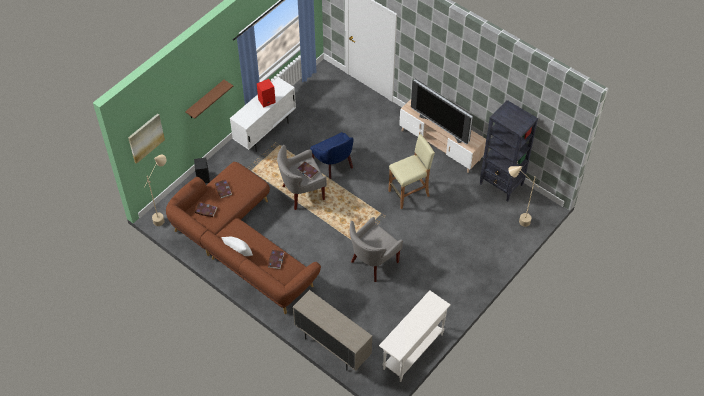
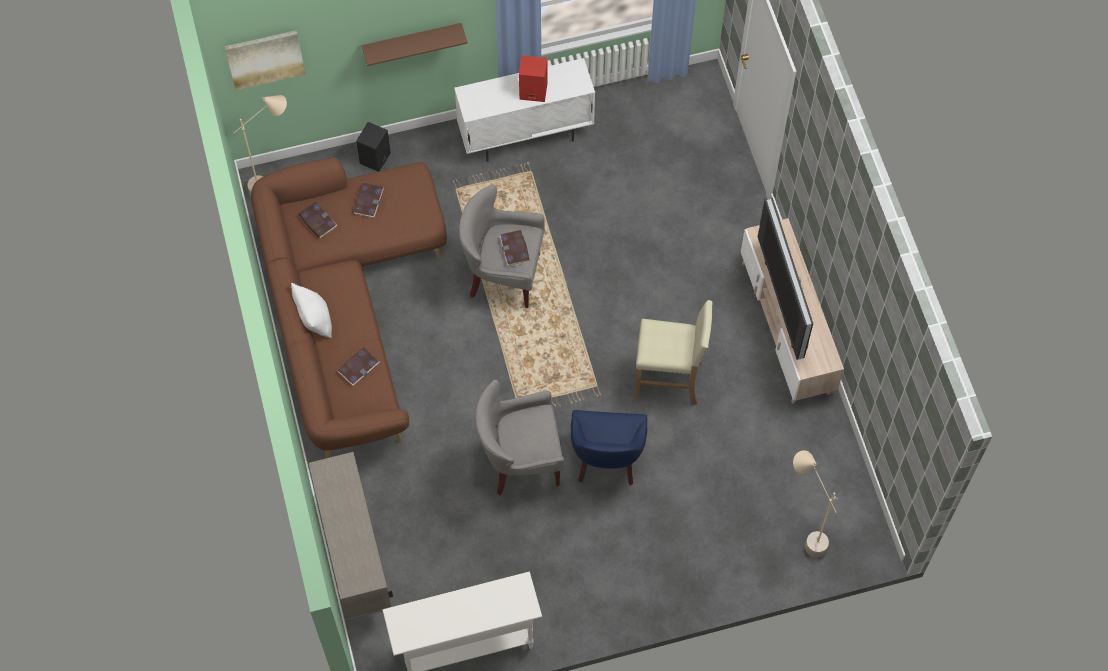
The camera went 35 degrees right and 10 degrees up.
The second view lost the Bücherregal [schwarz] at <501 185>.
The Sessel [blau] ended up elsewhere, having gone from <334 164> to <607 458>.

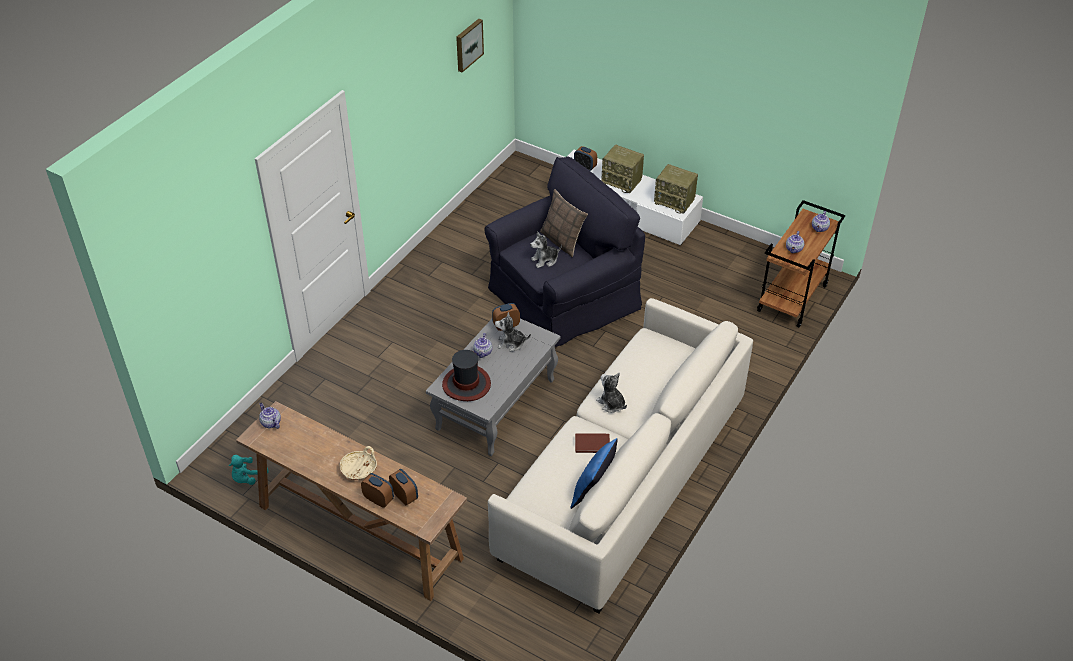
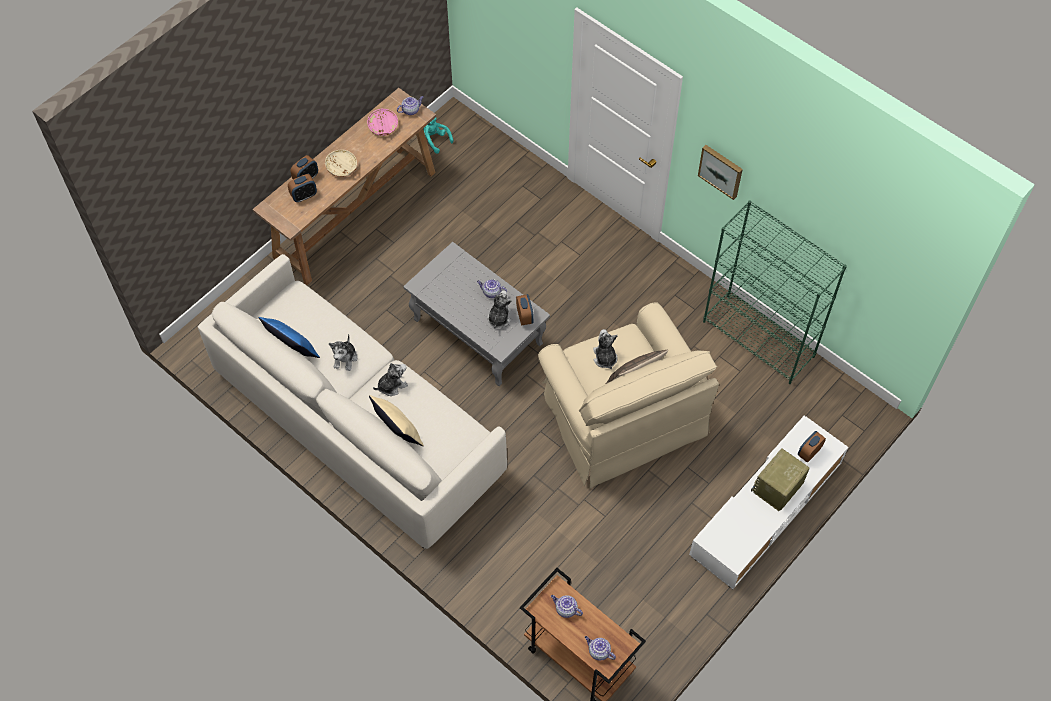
The camera went 100 degrees right and 15 degrees up.
The second view lost the Hut at <466 384>.
The second view lost the Radio at <675 201>.
The second view gained the Schüssel [rosa] at <383 126>.
The second view gained the Kissen [beige] at <397 432>.
The second view gained the Bücherregal [grün] at <759 339>.
The Bild ended up elsewhere, having gone from <468 44> to <721 170>.
Where the Buch [braun] stood at <591 443>, the Plüschtier came to stand at <345 358>.
What was the Sessel [schwarz] at <561 297> turned into the Sessel [beige] at <620 414>.

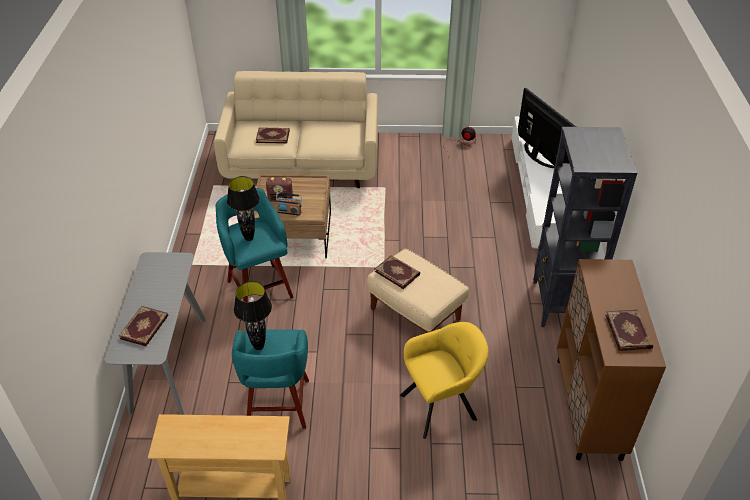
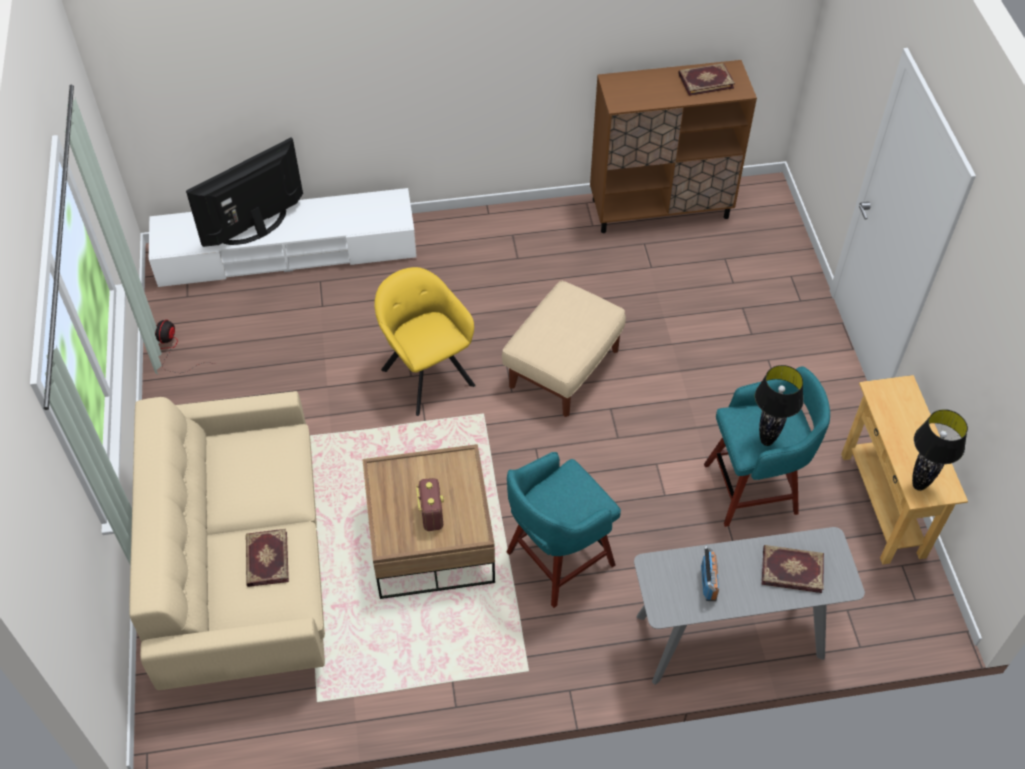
The camera went 100 degrees left and 10 degrees up.
The second view lost the Buch at <397 272>.
The second view lost the Bücherregal [schwarz] at <561 304>.
The Tischlampe [schwarz] ended up elsewhere, having gone from <249 238> to <918 485>.
The Radio ended up elsewhere, having gone from <289 212> to <708 582>.
The Sessel [gelb] ended up elsewhere, having gone from <442 405> to <426 373>.

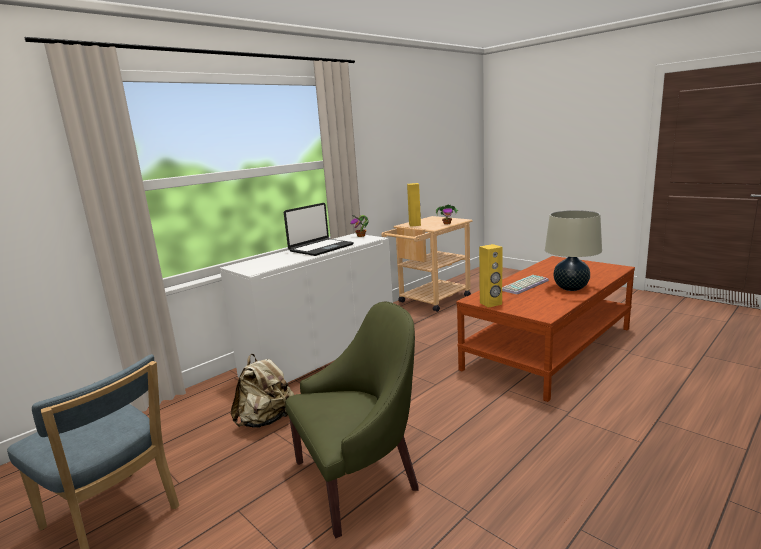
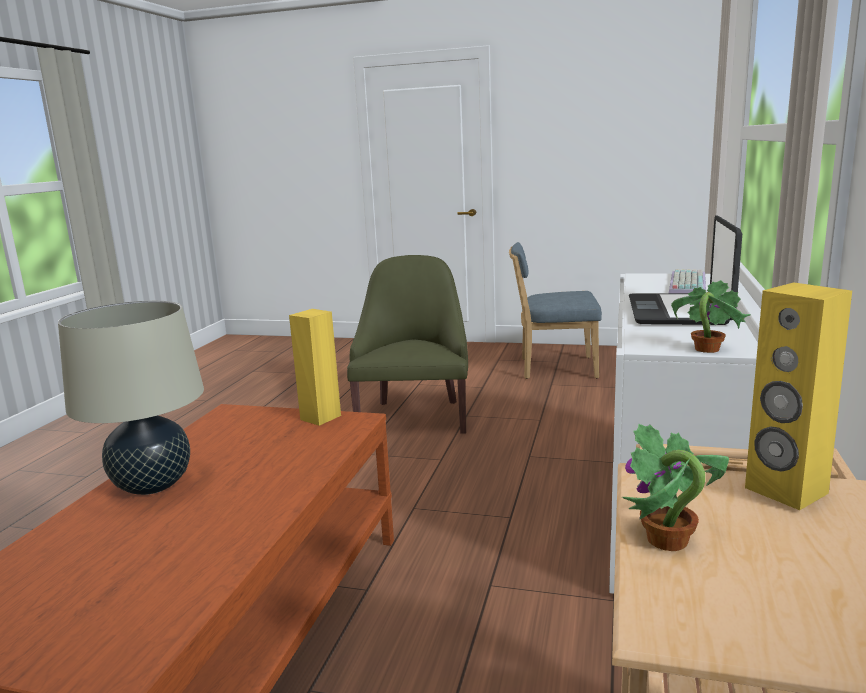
The camera went 150 degrees right and 0 degrees up.
The second view lost the Rucksack [beige] at <266 420>.
The Tastatur ended up elsewhere, having gone from <525 286> to <685 283>.
The Sessel [grün] at <359 478> ended up facing another way, 150 degrees clockwise from before.

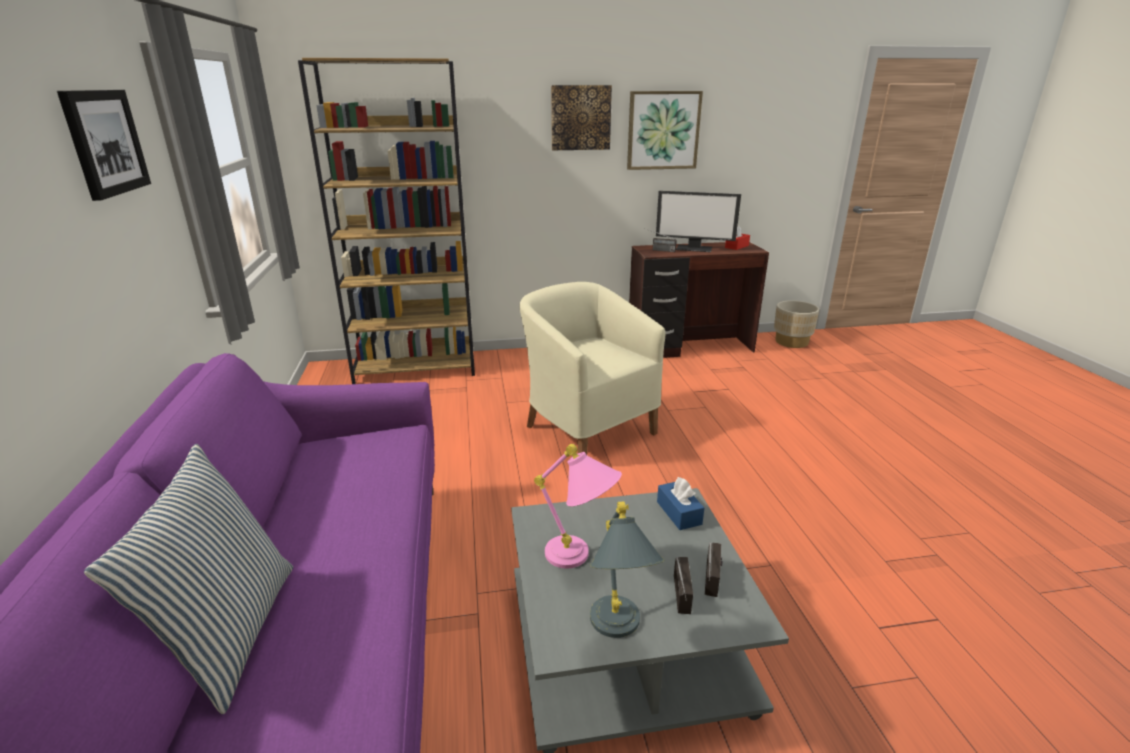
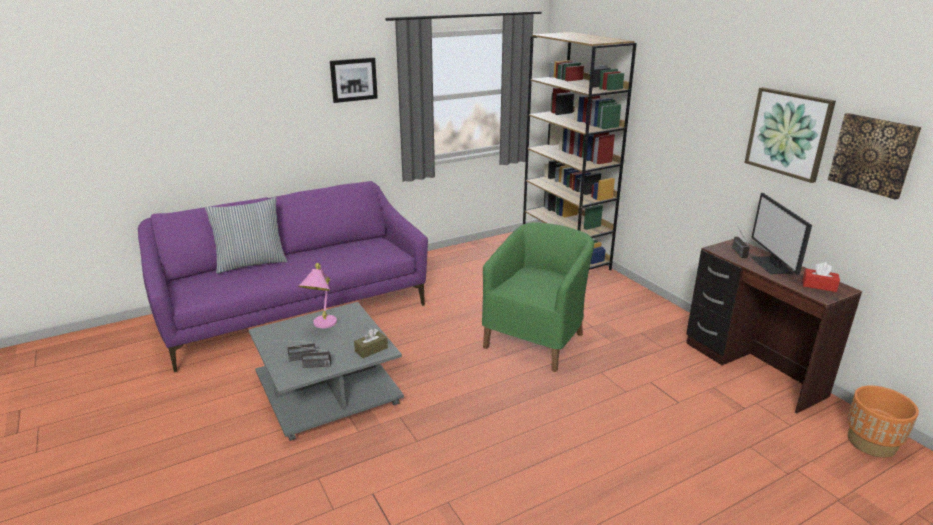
The camera went 70 degrees right and 0 degrees up.
The second view lost the Tischlampe [grau] at <618 633>.
The Bild ended up elsewhere, having gone from <580 118> to <873 154>.
What was the Sessel [beige] at <587 429> turned into the Sessel [grün] at <537 340>.
What was the Taschentuchbox [blau] at <679 513> turned into the Taschentuchbox [braun] at <371 349>.
What was the Pflanzkübel [beige] at <791 342> turned into the Pflanzkübel [orange] at <871 442>.

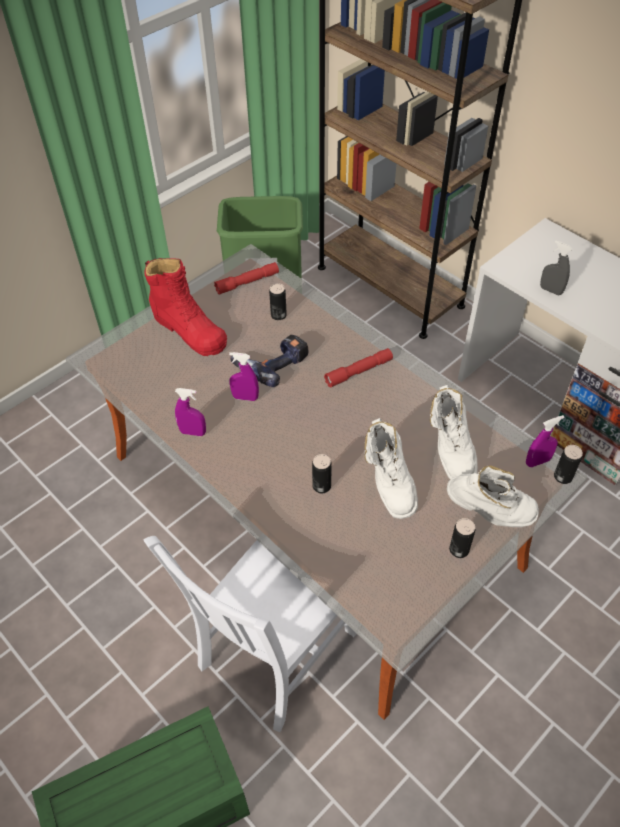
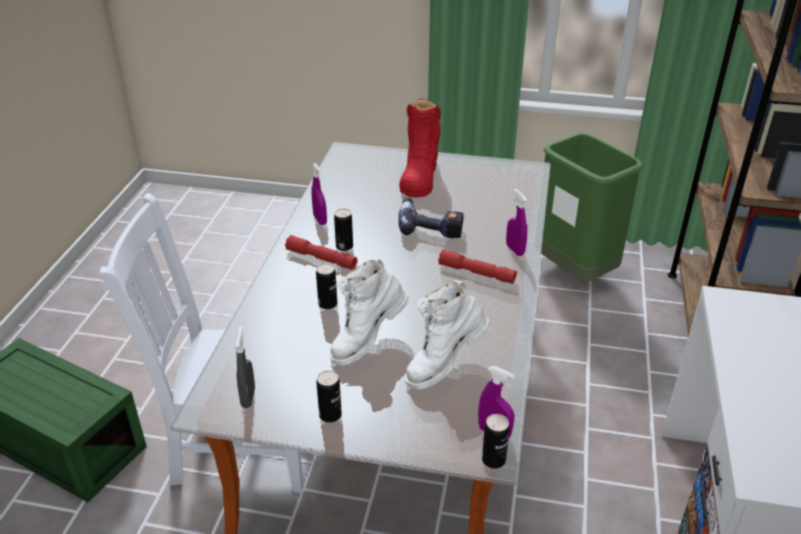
The camera went 55 degrees right and 15 degrees down.
The second view lost the Stiefel [weiß] at <489 514>.
The Taschenlampe [rot] ended up elsewhere, having gone from <247 282> to <321 259>.
The Sprühflasche [lila] ended up elsewhere, having gone from <245 397> to <515 250>.
The Dose ended up elsewhere, having gone from <278 315> to <344 246>.
The Sprühflasche [grau] ended up elsewhere, having gone from <550 290> to <248 397>.

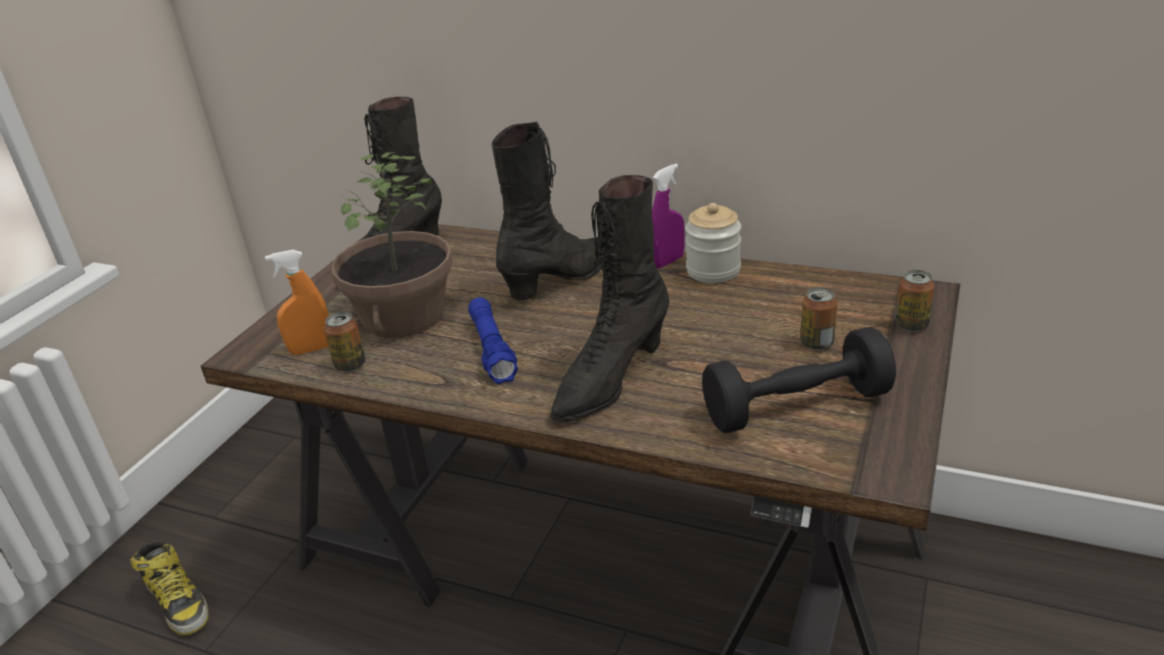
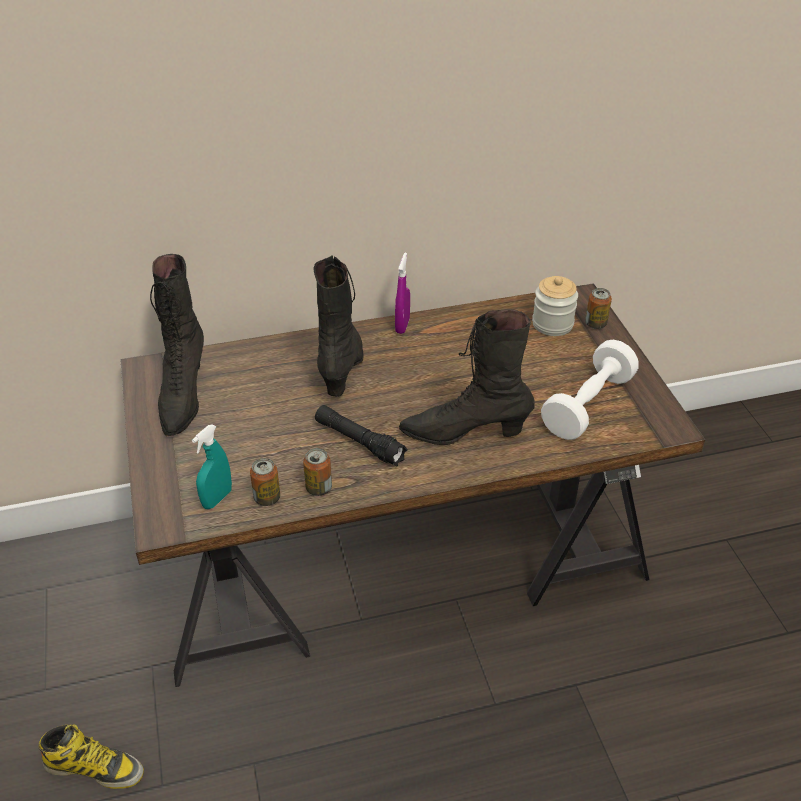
The camera went 40 degrees left and 10 degrees up.
The second view lost the Topfpflanze at <402 315>.
The Vorratsglas ended up elsewhere, having gone from <713 270> to <552 324>.
The Dose ended up elsewhere, having gone from <817 343> to <319 488>.
What was the Sprühflasche [orange] at <312 349> turned into the Sprühflasche [türkis] at <217 499>.
What was the Taschenlampe [blau] at <492 349> turned into the Taschenlampe [schwarz] at <359 442>.
What was the Hantel [schwarz] at <796 407> turned into the Hantel [weiß] at <587 405>.
The Stiefel [schwarz] at <610 380> ended up facing another way, 90 degrees clockwise from before.

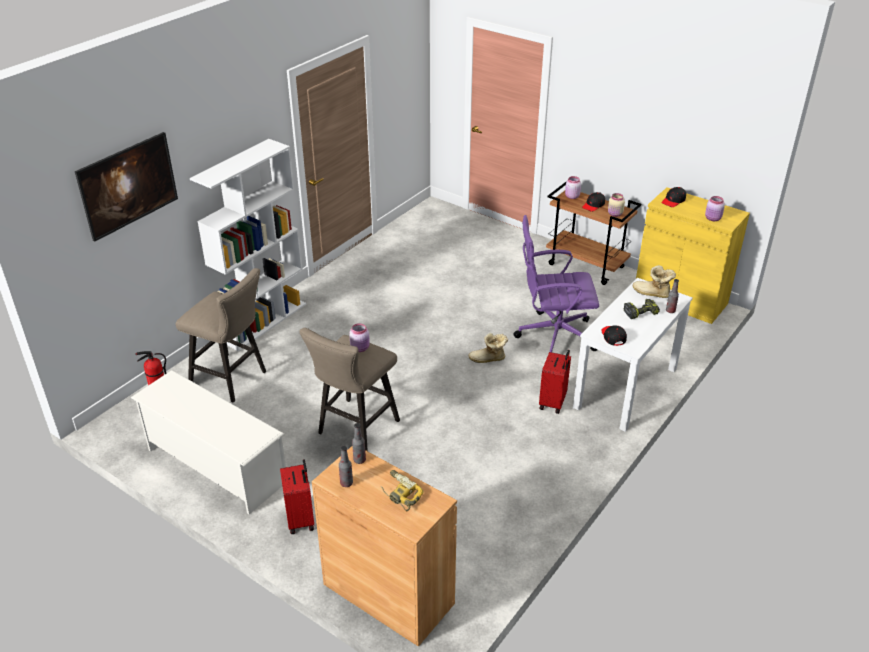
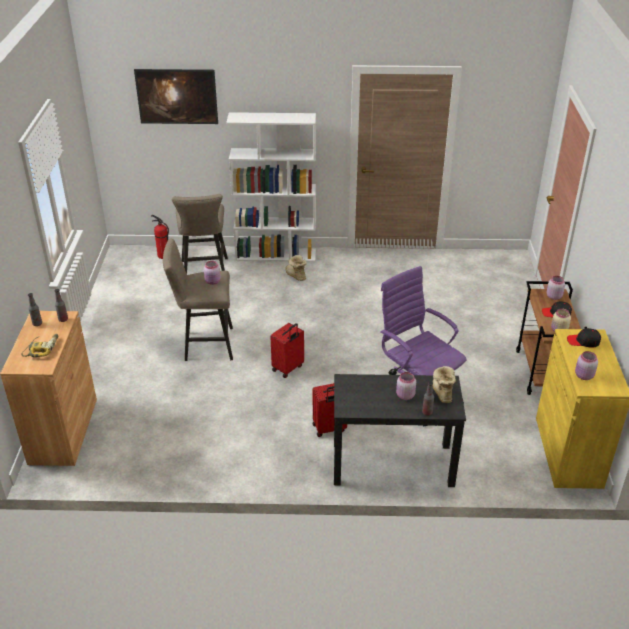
The camera went 55 degrees right and 0 degrees up.
The second view lost the Schuhregal [weiß] at <215 466>.
The second view lost the Kappe [schwarz] at <613 337>.
The Koffer [rot] ended up elsewhere, having gone from <301 519> to <288 368>.
The Stiefel ended up elsewhere, having gone from <488 359> to <295 276>.
Where the Bohrmaschine stood at <640 312>, the Vorratsglas [rosa] came to stand at <404 395>.
What was the Schreibtisch [weiß] at <625 388> turned into the Schreibtisch [schwarz] at <392 464>.

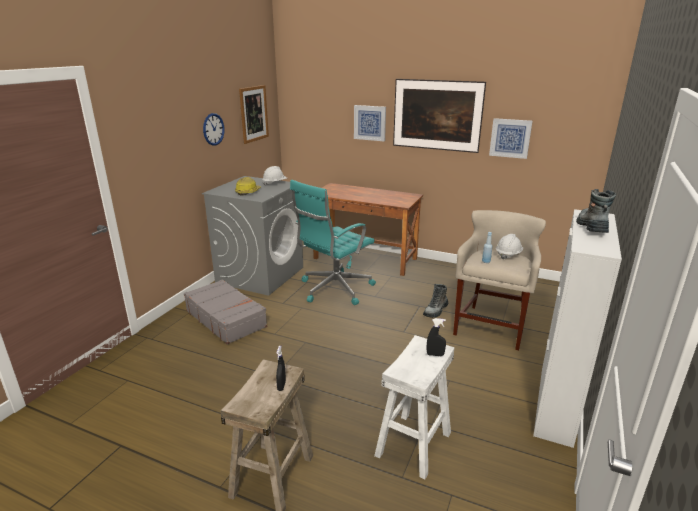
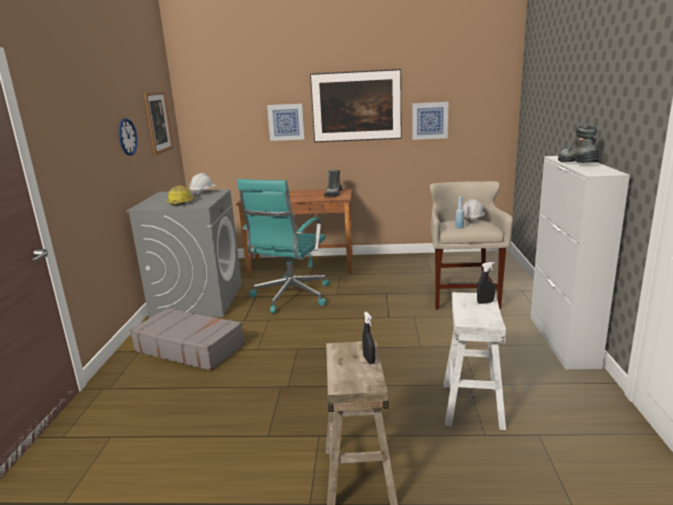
The camera went 20 degrees left and 5 degrees down.
The Stiefel ended up elsewhere, having gone from <435 310> to <333 194>.

